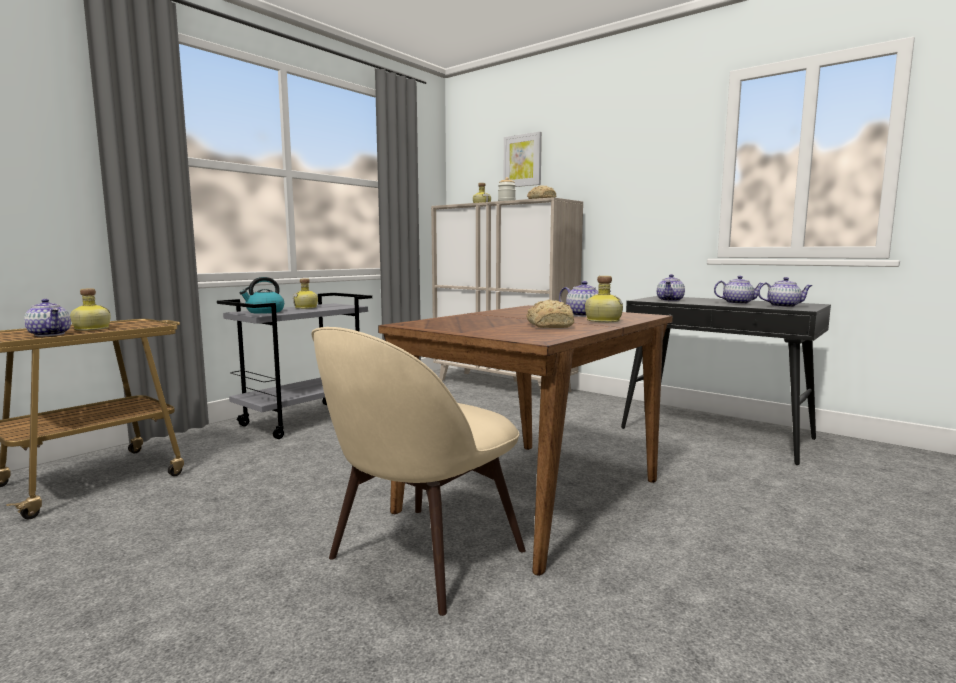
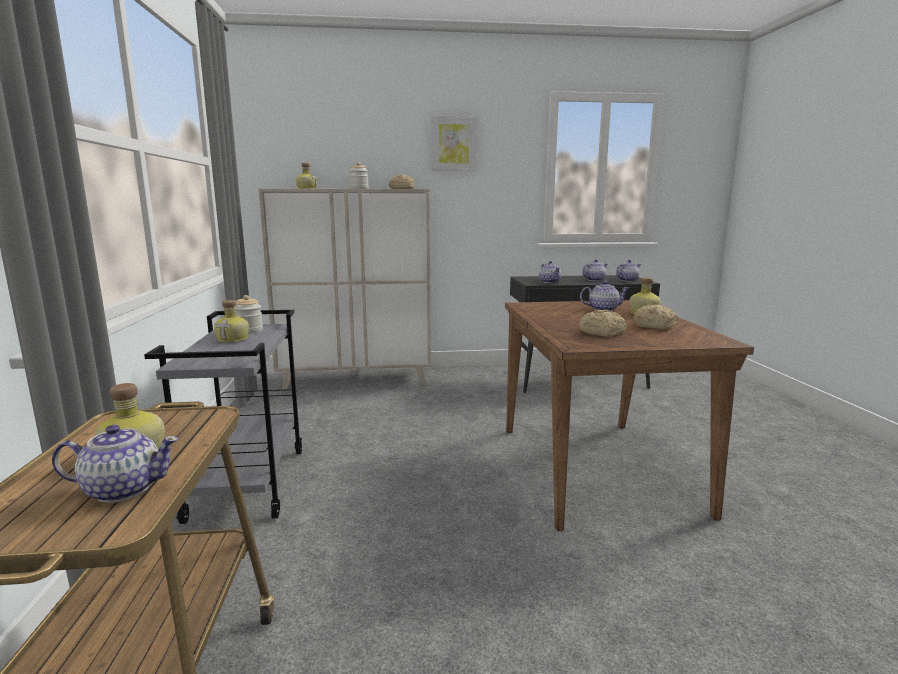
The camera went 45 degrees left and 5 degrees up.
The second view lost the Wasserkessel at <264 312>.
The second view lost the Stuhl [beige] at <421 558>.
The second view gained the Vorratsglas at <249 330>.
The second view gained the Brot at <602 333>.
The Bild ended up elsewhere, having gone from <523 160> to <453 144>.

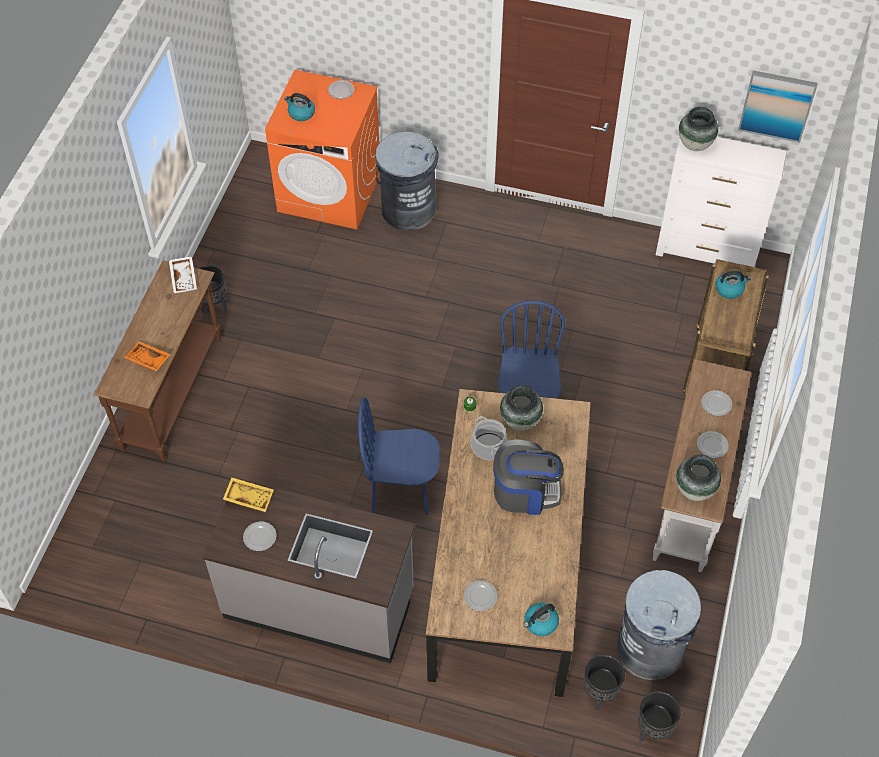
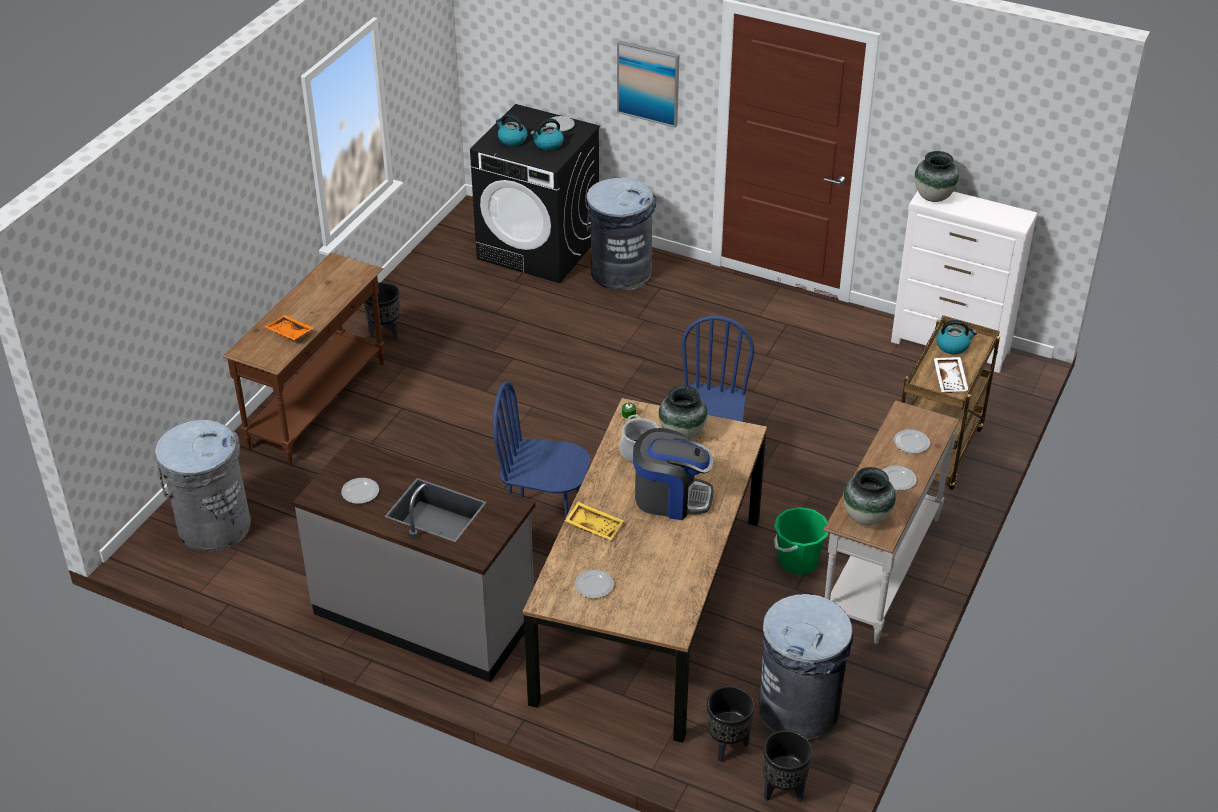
The camera went 10 degrees right and 15 degrees down.
The second view gained the Mülleimer [grau] at <213 525>.
The second view gained the Eimer [grün] at <798 561>.
The Tablett [weiß] ended up elsewhere, having gone from <184 278> to <951 379>.
The Tablett [gelb] ended up elsewhere, having gone from <249 497> to <594 525>.
The Wasserkessel ended up elsewhere, having gone from <540 623> to <548 144>.
The Bild ended up elsewhere, having gone from <777 105> to <648 83>.
What was the Waschmaschine [orange] at <330 192> turned into the Waschmaschine [schwarz] at <539 248>.

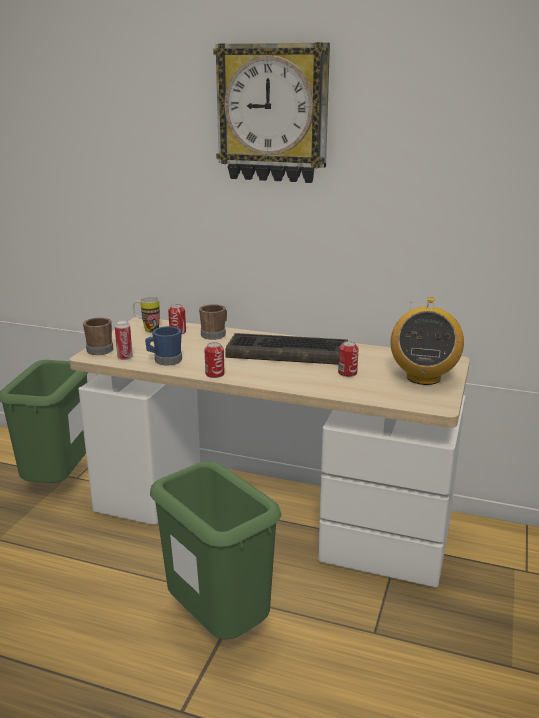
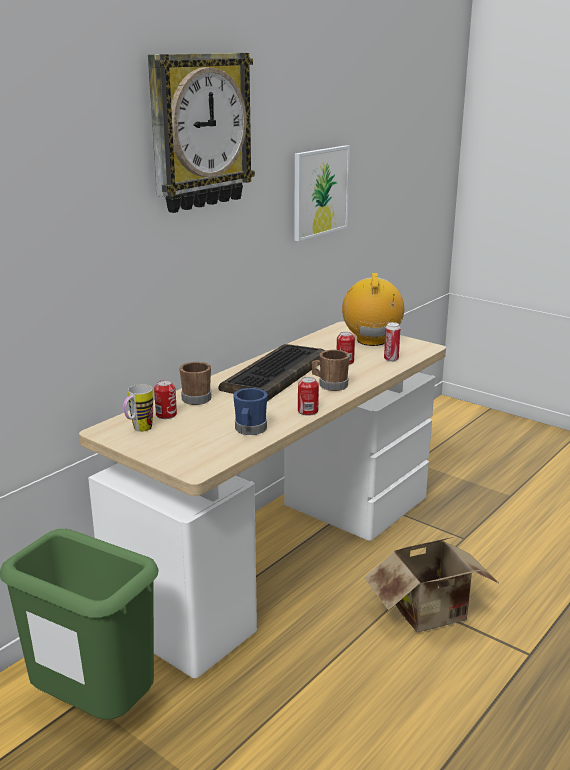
The camera went 70 degrees left and 0 degrees up.
The second view gained the Bild at <320 192>.
The Henkelbecher [braun] ended up elsewhere, having gone from <99 349> to <330 385>.
The Dose ended up elsewhere, having gone from <125 357> to <391 359>.
Where the Mülleimer [grün] stood at <220 626>, the Karton came to stand at <433 614>.
The Radio at <423 377> ended up facing another way, 120 degrees counterclockwise from before.

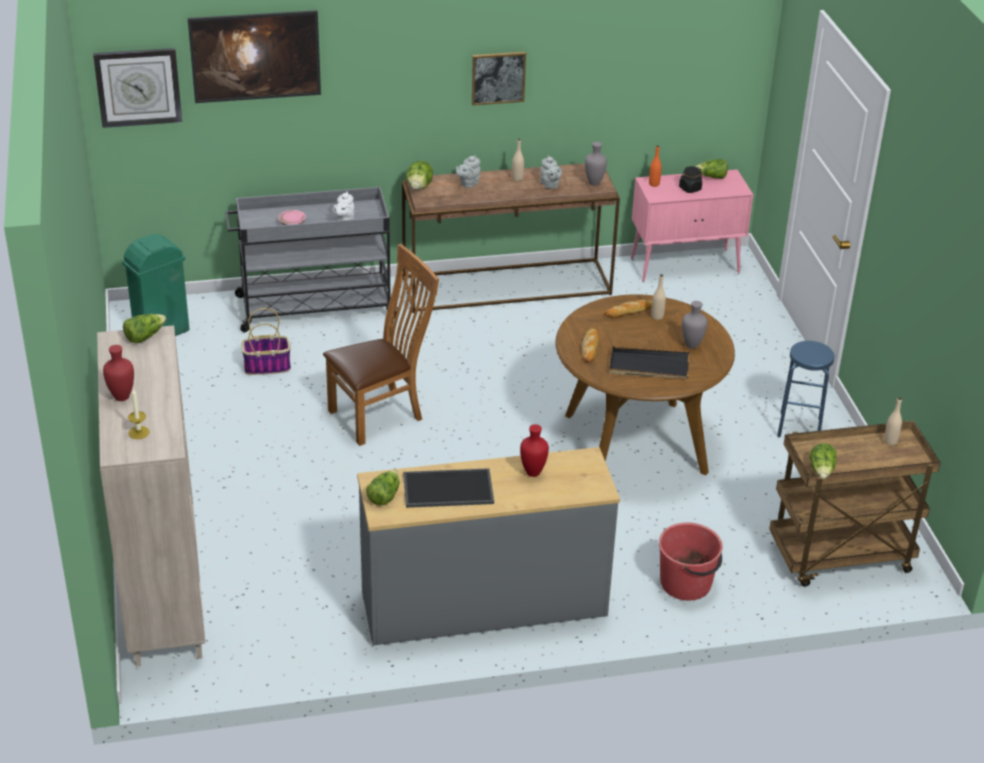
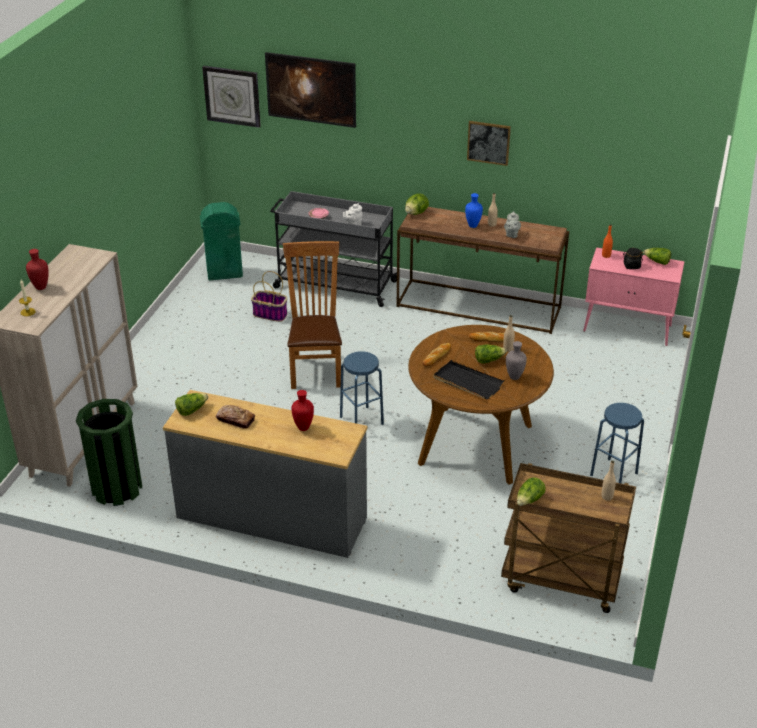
The camera went 30 degrees right and 0 degrees up.
The second view lost the Teekanne [grau] at <468 183>.
The second view lost the Vase [grau] at <593 183>.
The second view lost the Eimer [rot] at <686 583>.
The second view gained the Mülleimer [grün] at <117 488>.
The second view gained the Hocker [blau] at <361 420>.
The second view gained the Vase [blau] at <472 226>.
The Salatkopf ended up elsewhere, having gone from <144 336> to <488 360>.
Where the Tablett stood at <447 490>, the Brot came to stand at <235 420>.
The Stuhl [braun] at <381 414> ended up facing another way, 90 degrees counterclockwise from before.

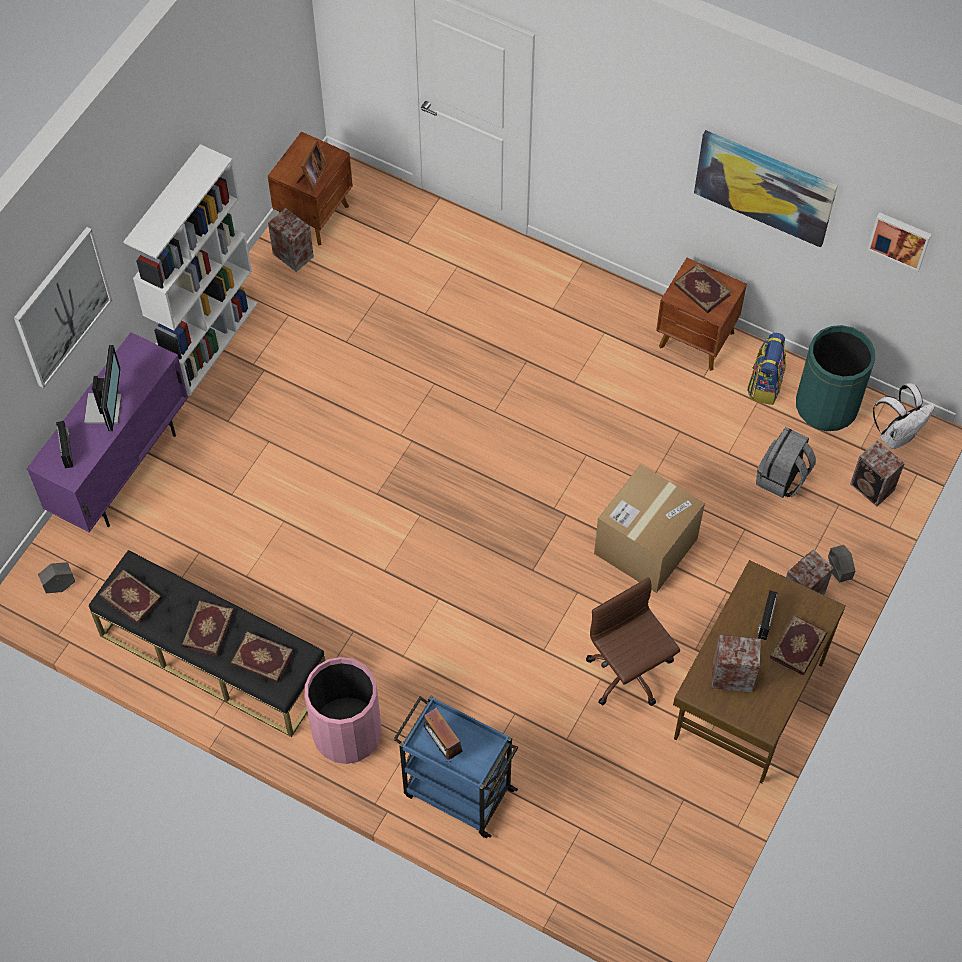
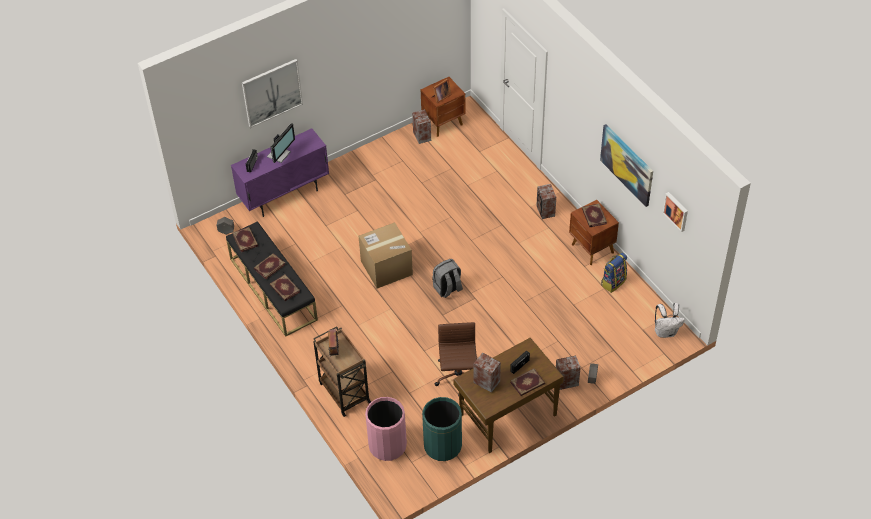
The camera went 30 degrees right and 10 degrees down.
The second view lost the Bücherregal [weiß] at <209 341>.
The Mülleimer [rosa] ended up elsewhere, having gone from <347 733> to <387 445>.
The Karton ended up elsewhere, having gone from <645 546> to <386 268>.
The Rucksack [grau] ended up elsewhere, having gone from <782 478> to <447 288>.
The Mülleimer [grün] ended up elsewhere, having gone from <826 406> to <442 446>.
The Lautsprecher ended up elsewhere, having gone from <872 488> to <545 211>.
What was the Rollwagen [blau] at <457 791> turned into the Rollwagen [braun] at <344 391>.

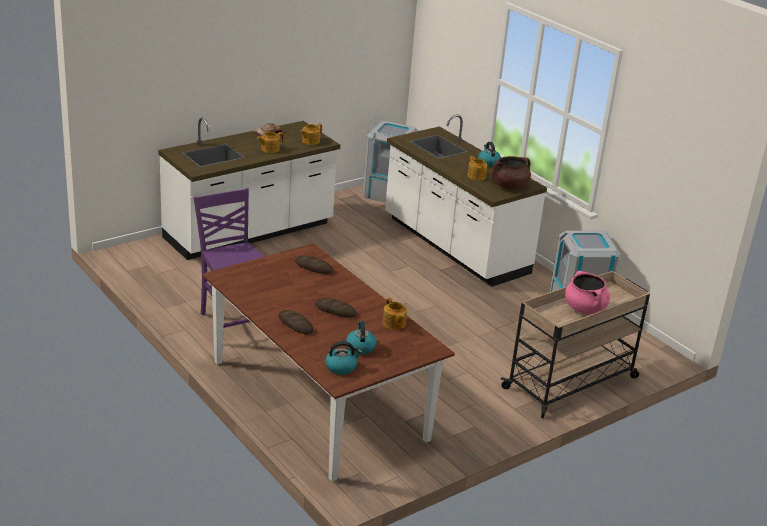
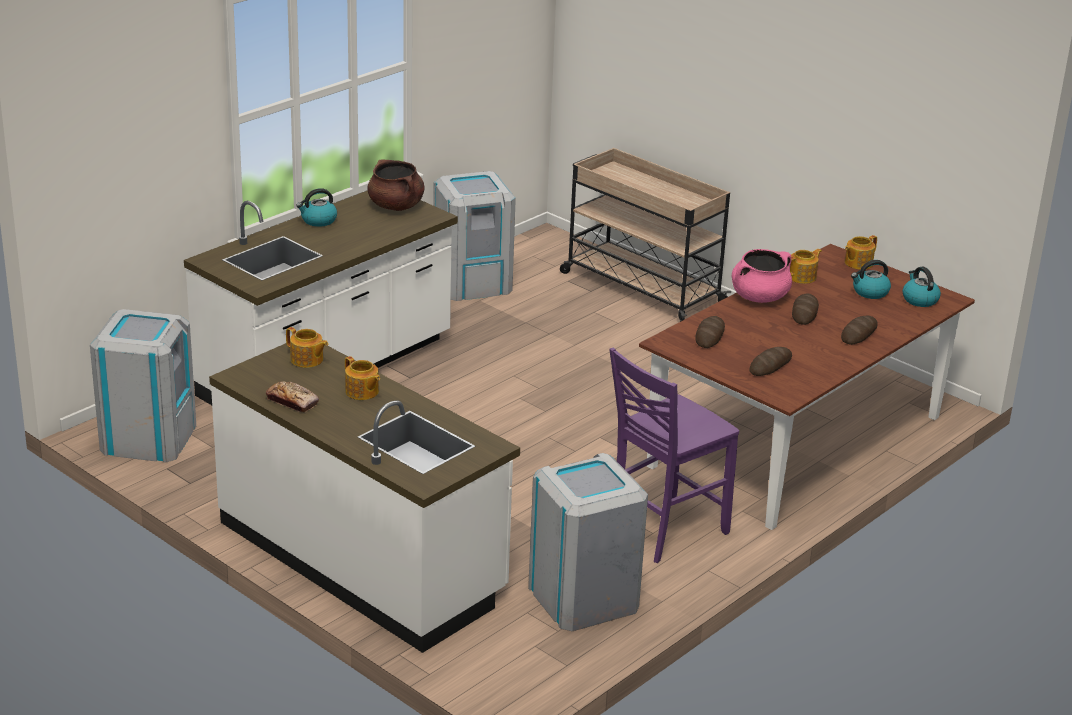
The camera went 100 degrees left and 0 degrees up.
The second view gained the Mülleimer [grau] at <583 597>.
The second view gained the Brot at <770 365>.
The Teekanne ended up elsewhere, having gone from <476 176> to <857 263>.
The Kochtopf [rosa] ended up elsewhere, having gone from <585 309> to <759 297>.

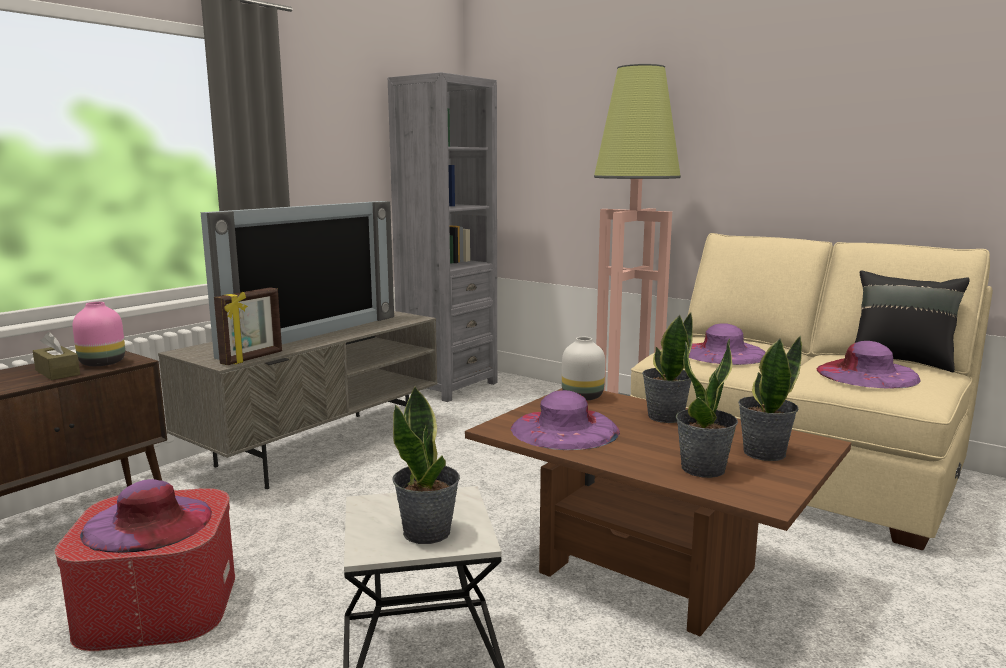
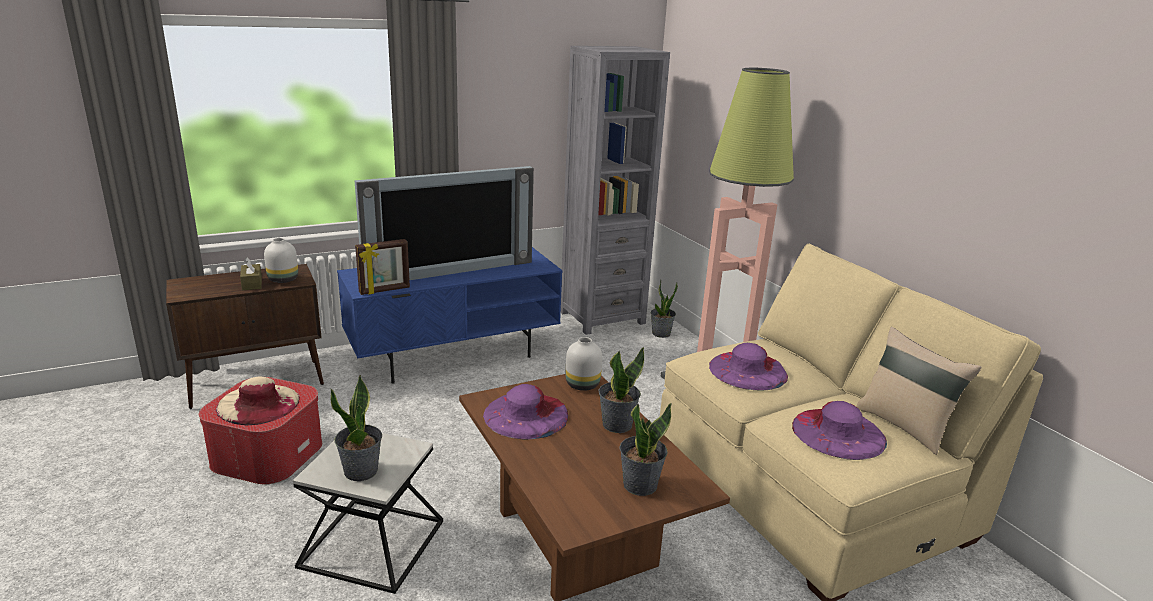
The camera went 25 degrees right and 10 degrees up.
The Topfpflanze ended up elsewhere, having gone from <703 469> to <661 333>.
What was the Vase [rosa] at <101 363> turned into the Vase [weiß] at <282 280>.
What was the Hut [lila] at <148 522> turned into the Hut [beige] at <258 404>.
What was the Fernsehschrank [grau] at <318 447> turned into the Fernsehschrank [blau] at <454 355>.
What was the Kissen [schwarz] at <900 361> turned into the Kissen [beige] at <904 426>.

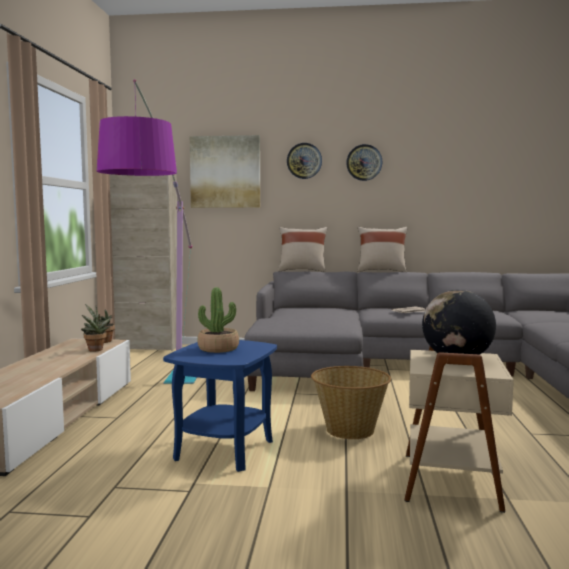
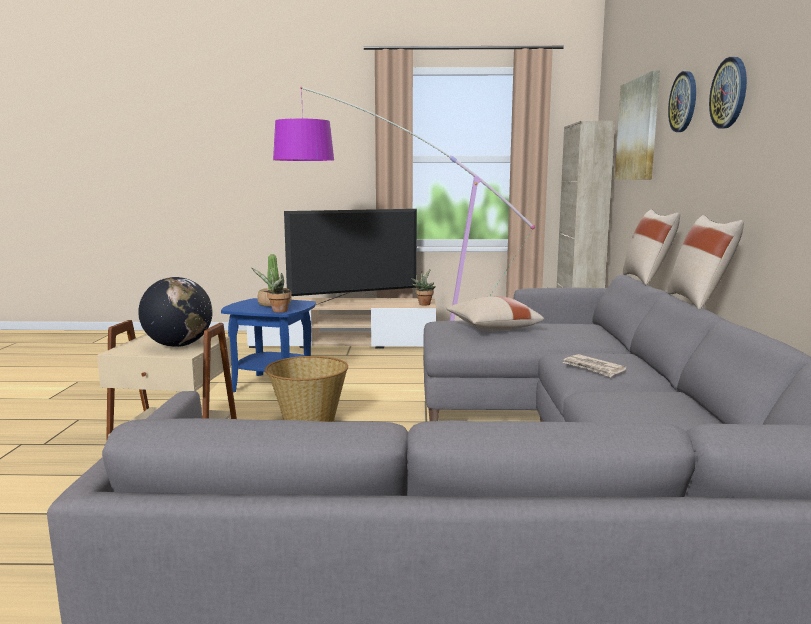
The camera went 85 degrees right and 5 degrees up.
The second view gained the Fernseher at <354 302>.
The second view gained the Kissen [beige] at <492 328>.
The Topfpflanze ended up elsewhere, having gone from <95 350> to <277 311>.

